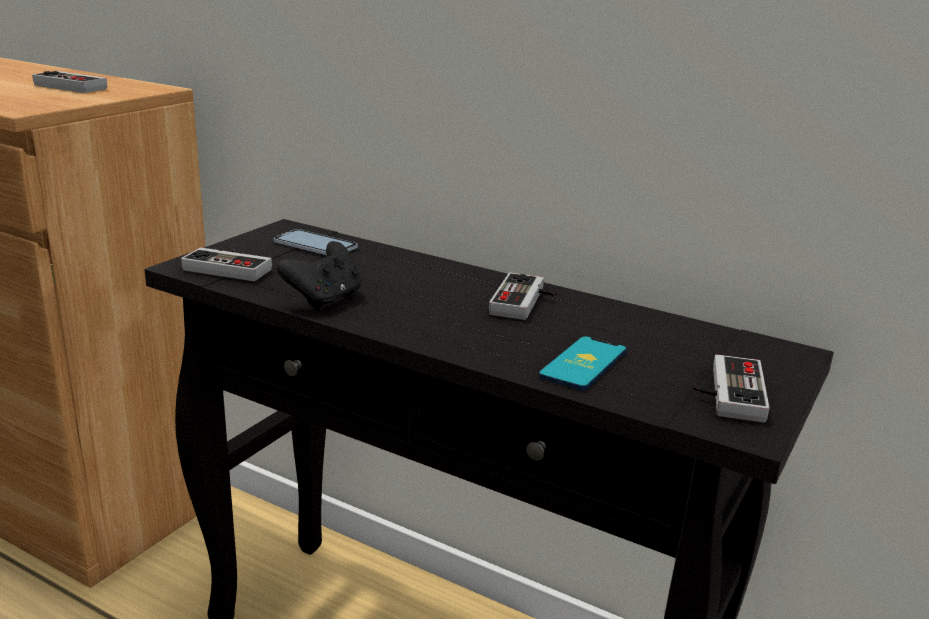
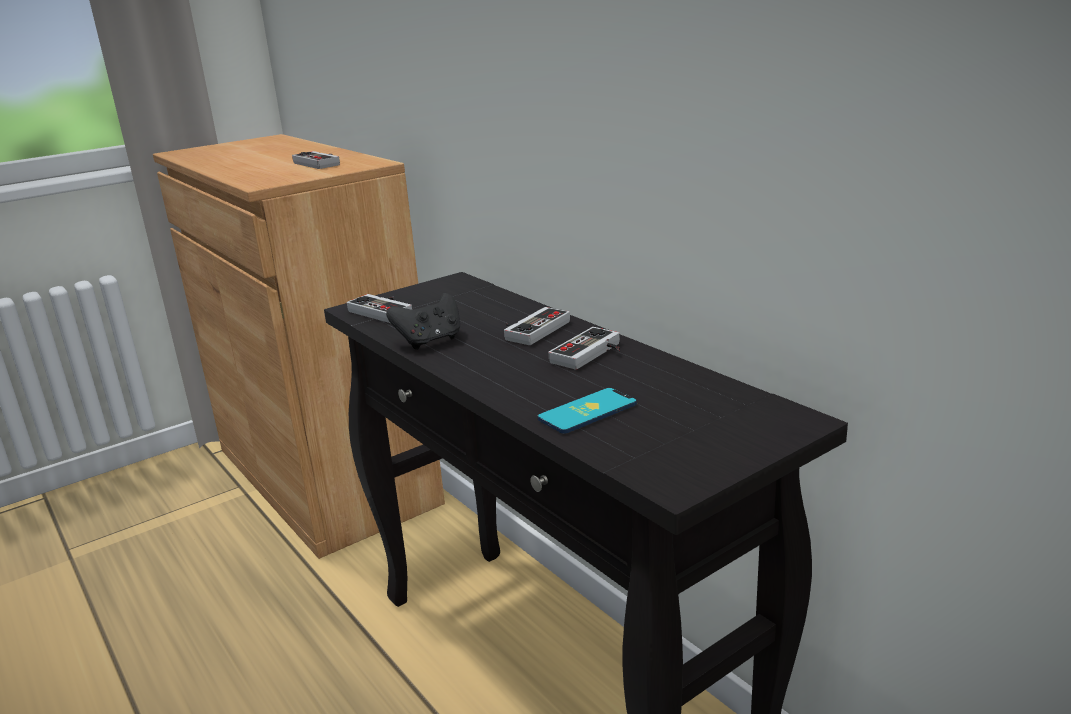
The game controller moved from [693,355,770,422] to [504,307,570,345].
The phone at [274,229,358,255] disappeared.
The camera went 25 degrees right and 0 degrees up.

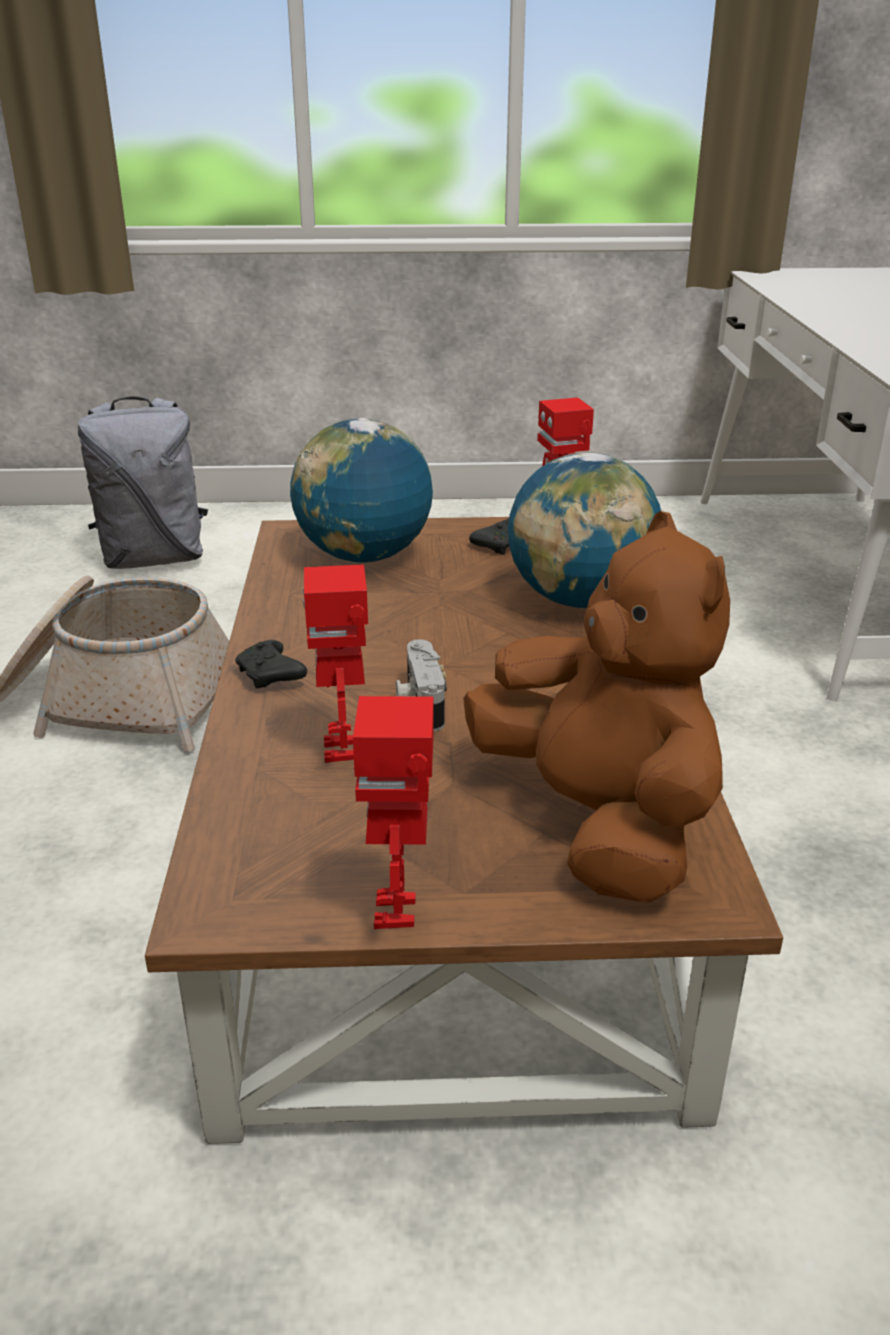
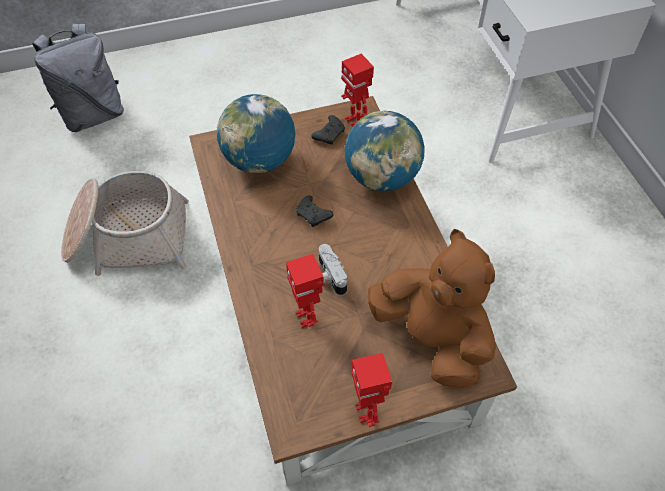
The black game controller moved from [235,640,307,688] to [296,196,334,227].
The camera went 15 degrees left and 25 degrees up.

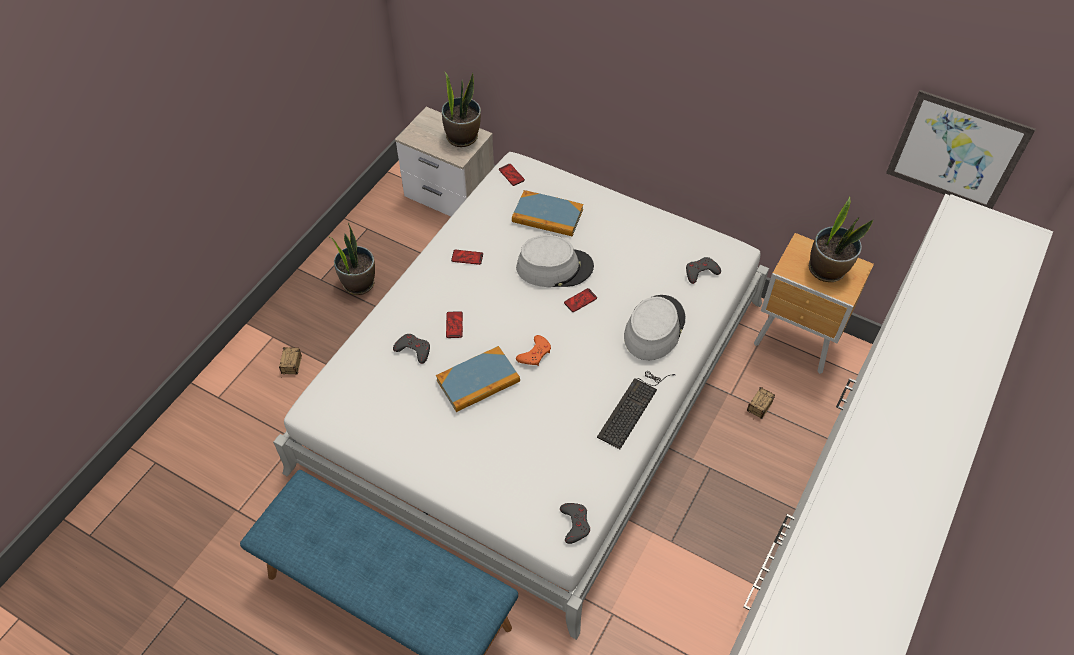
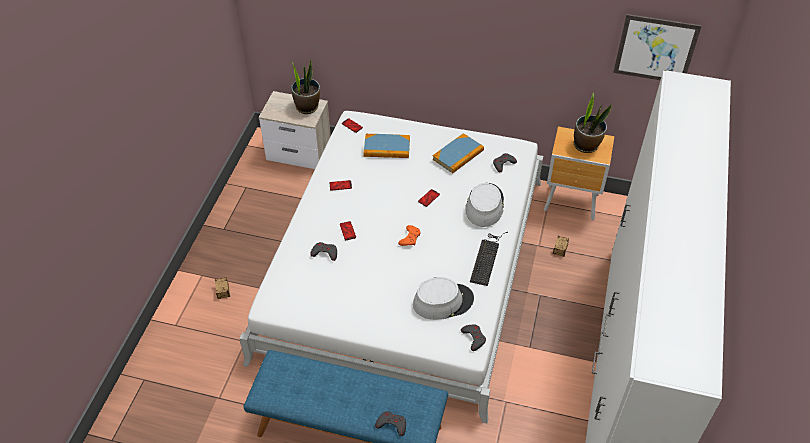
The grey game controller at [375,411,406,436] appeared.
The grey hat moved from [516,235,594,287] to [413,277,474,320].
The book moved from [436,346,520,412] to [432,133,484,173].
The potted plant at [328,223,375,295] disappeared.
The camera went 15 degrees left and 5 degrees down.

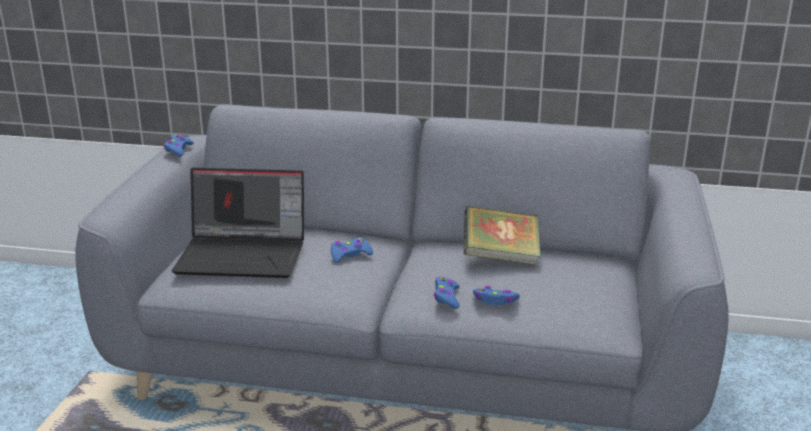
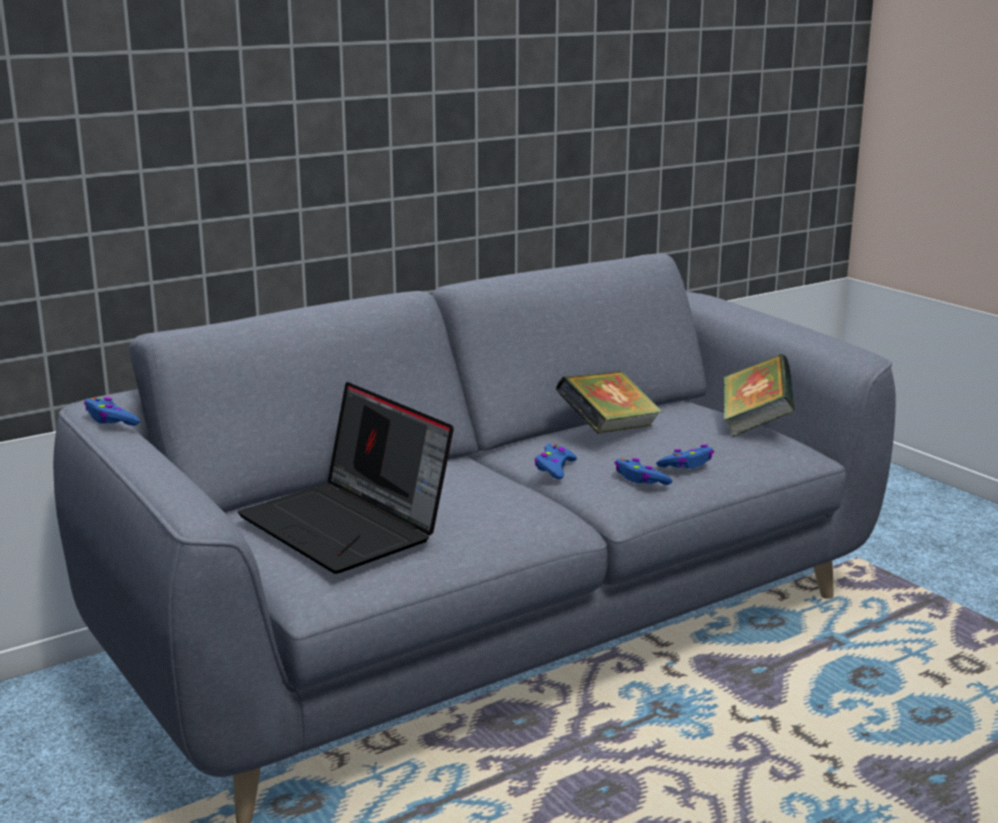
The laptop at [172,168,304,278] turned 90 degrees clockwise.
The blue game controller moved from [331,237,373,263] to [534,443,577,479].
The book at [724,354,795,436] appeared.
The camera went 45 degrees left and 5 degrees down.

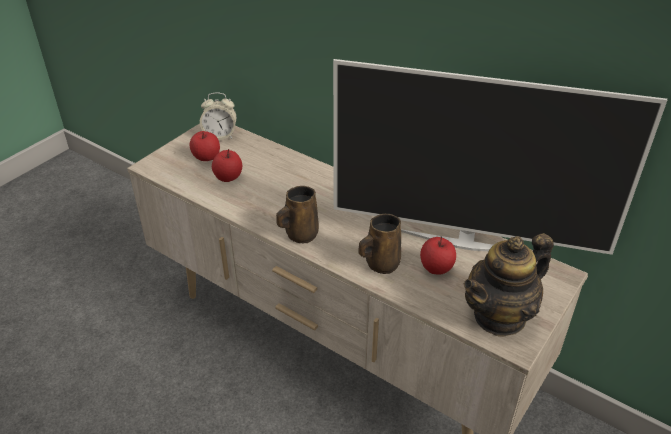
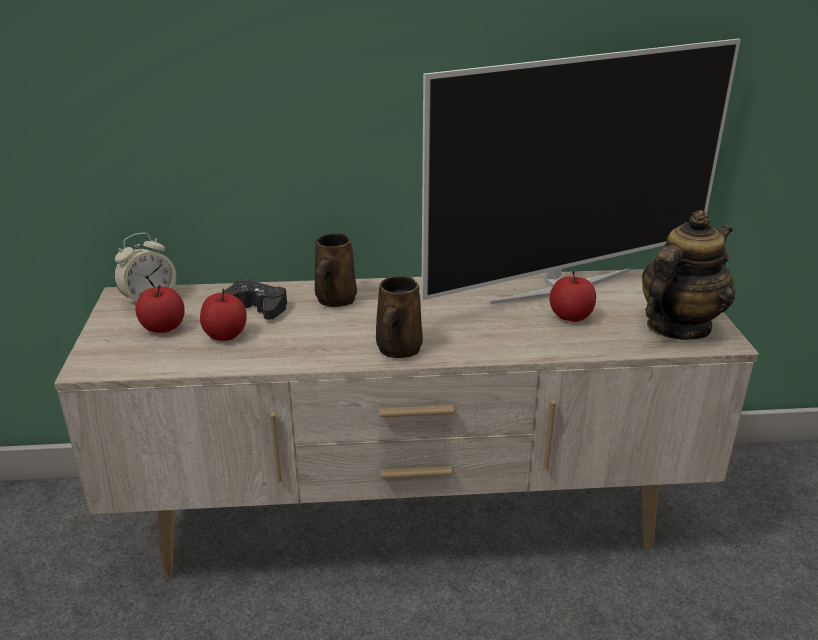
The black game controller at [221,278,288,320] appeared.
The brown mug moved from [358,214,401,274] to [315,233,357,307].
The teapot at [464,233,554,337] turned 150 degrees counterclockwise.
The camera went 40 degrees left and 10 degrees down.

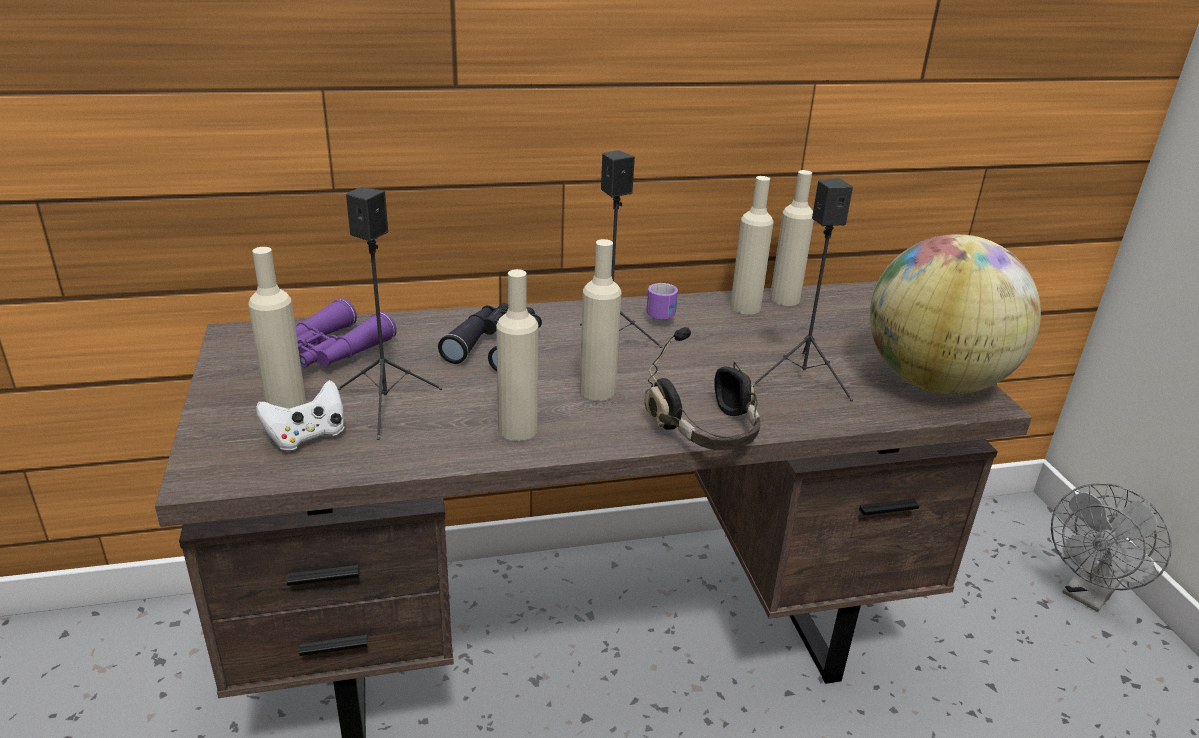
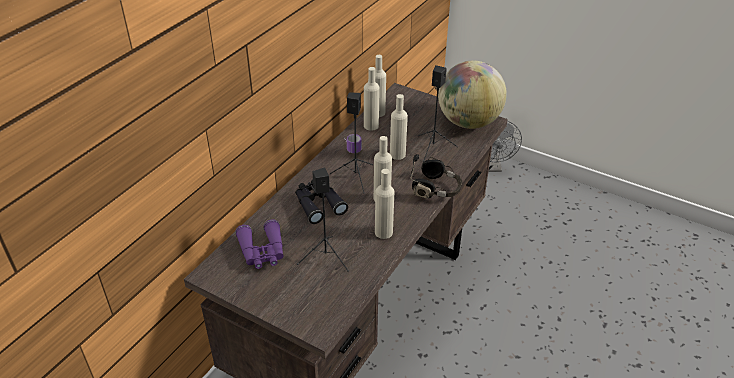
The beige bottle moved from [248,247,306,409] to [390,94,408,160].
The white game controller at [255,380,345,451] disappeared.
The camera went 45 degrees left and 10 degrees up.

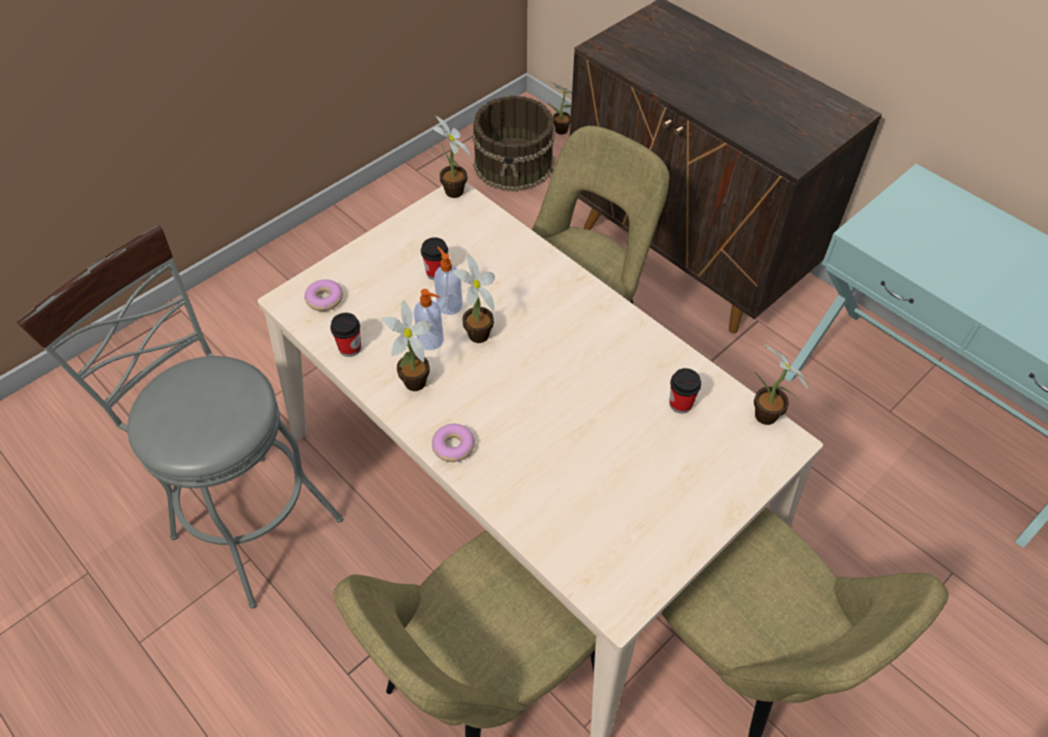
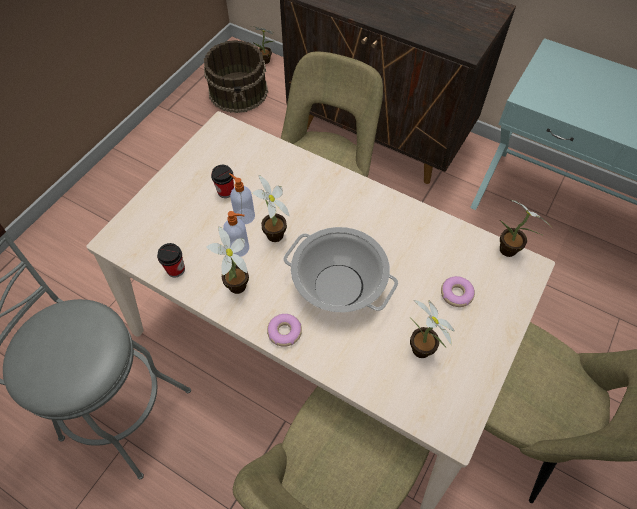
The cooking pot at [284,227,398,313] appeared.
The potted plant moved from [433,115,472,198] to [410,300,455,358].
The donut moved from [304,279,343,311] to [441,276,475,307].
The cup at [669,368,701,413] disappeared.
The camera went 15 degrees left and 5 degrees up.

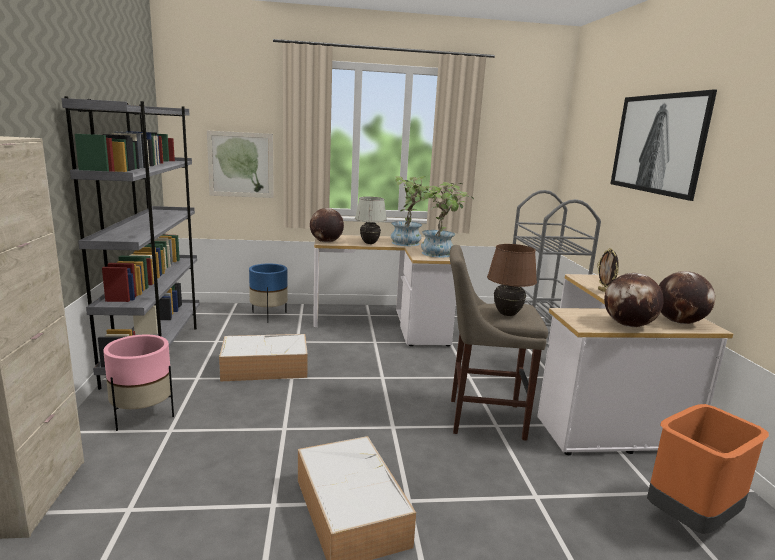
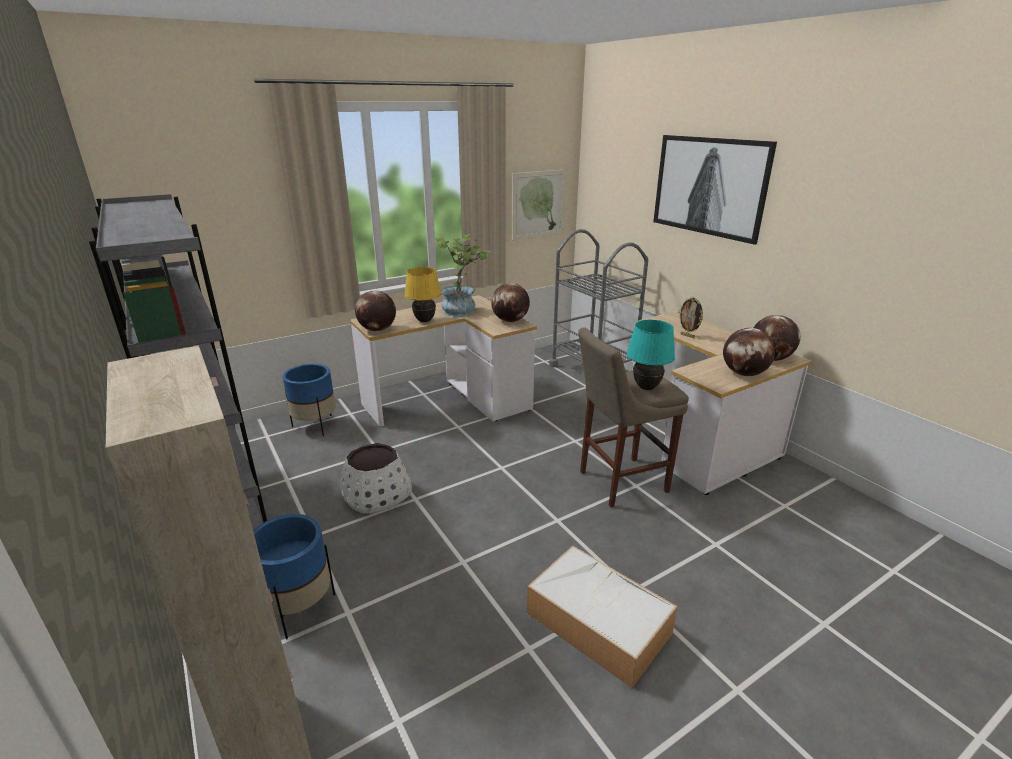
The pink planter at [103,335,174,431] became the blue planter at [253,514,335,639].
The storage box at [219,334,308,382] was replaced by the white planter at [340,443,412,514].
The white table lamp at [355,197,387,244] became the yellow table lamp at [404,267,441,322].
The potted plant at [421,182,474,257] was replaced by the globe at [491,283,530,322].
The picture moved from [207,131,274,198] to [512,169,566,241].
The brown table lamp at [487,244,537,316] became the turquoise table lamp at [626,320,675,390].
The orange trash can at [647,404,769,534] disappeared.
The camera went 25 degrees left and 10 degrees up.

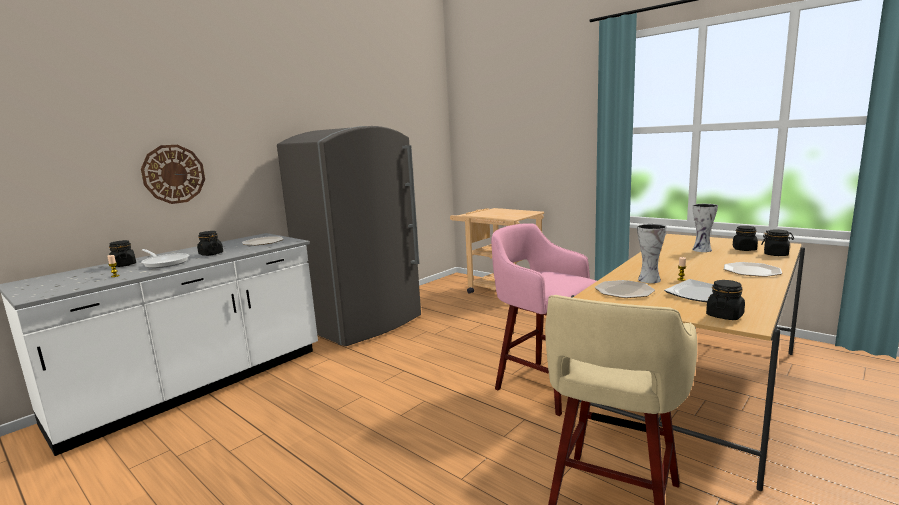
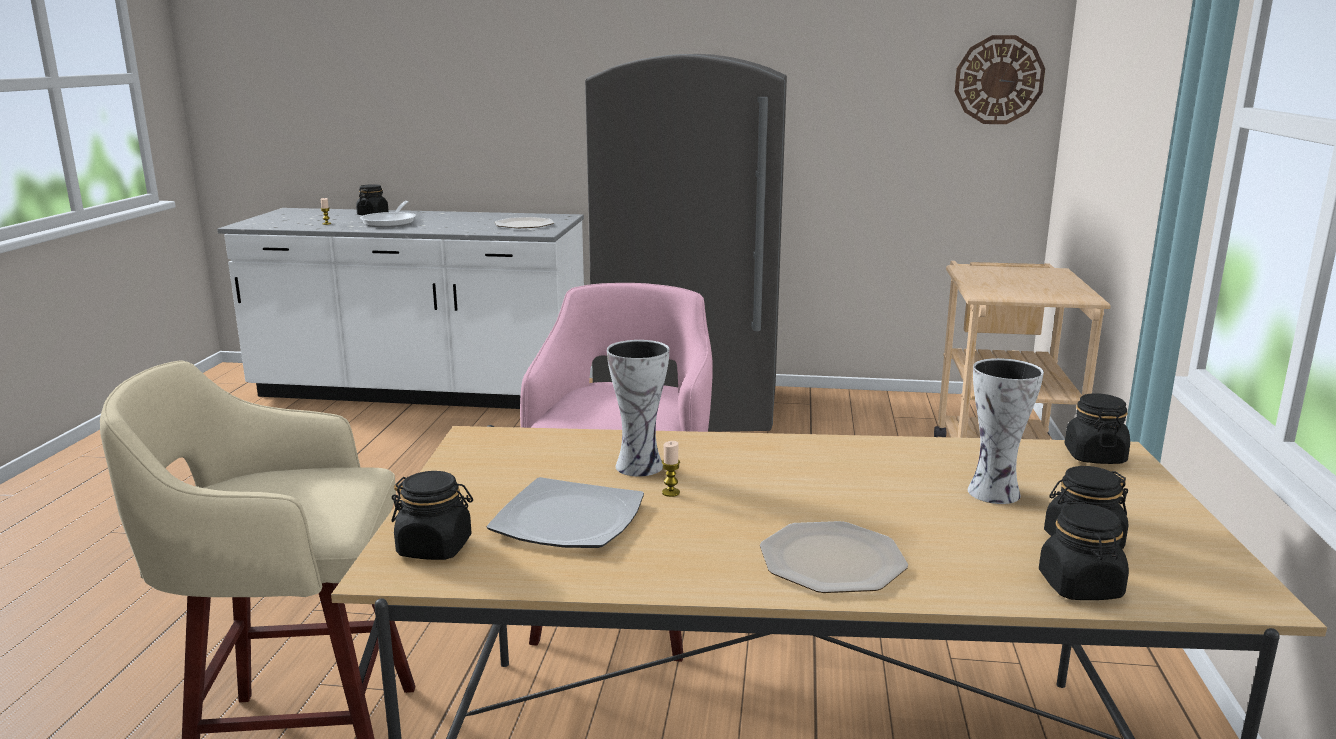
The wall clock moved from [141,145,205,204] to [955,35,1045,124].
The black jar moved from [197,231,223,256] to [1065,393,1130,464].
The plate at [595,280,655,298] disappeared.
The camera went 55 degrees right and 5 degrees up.

